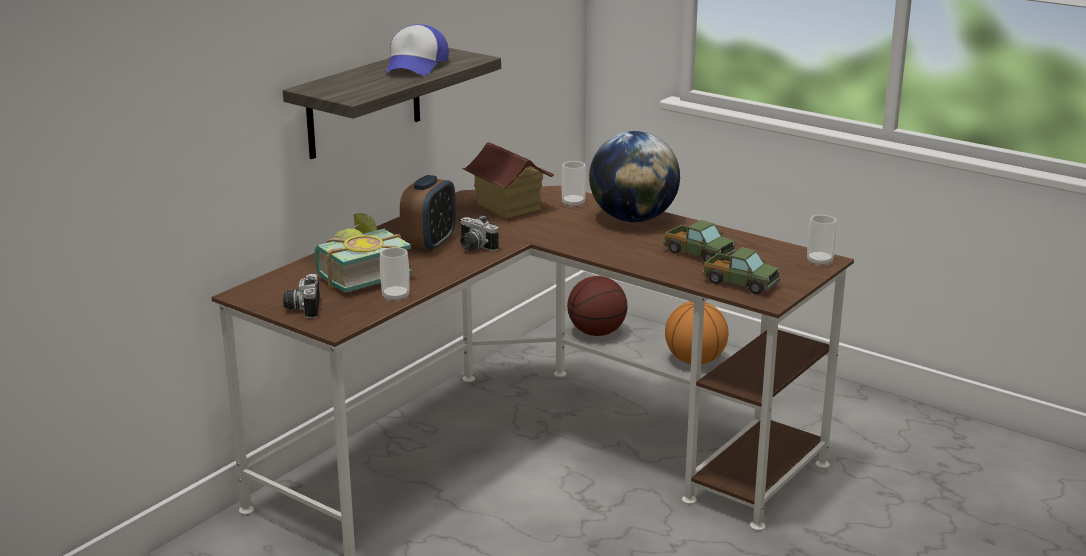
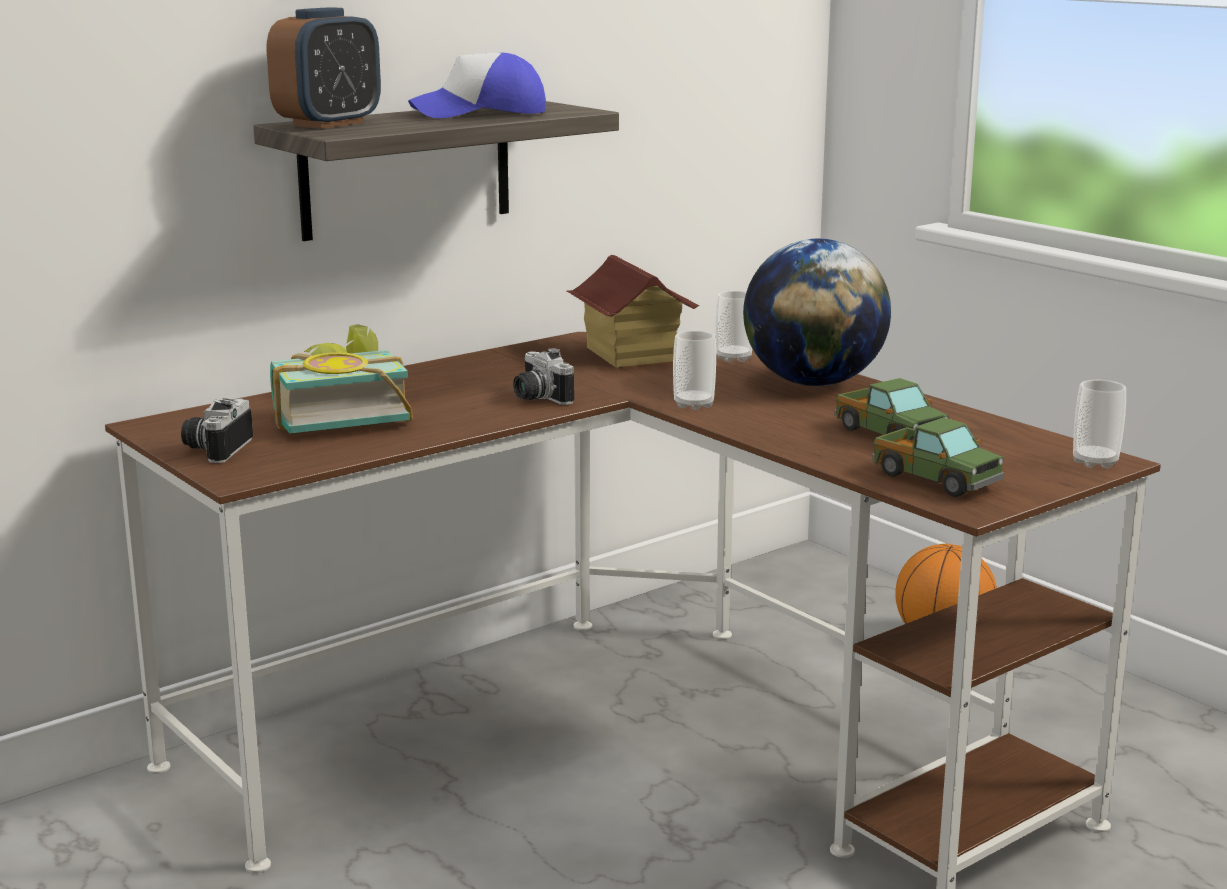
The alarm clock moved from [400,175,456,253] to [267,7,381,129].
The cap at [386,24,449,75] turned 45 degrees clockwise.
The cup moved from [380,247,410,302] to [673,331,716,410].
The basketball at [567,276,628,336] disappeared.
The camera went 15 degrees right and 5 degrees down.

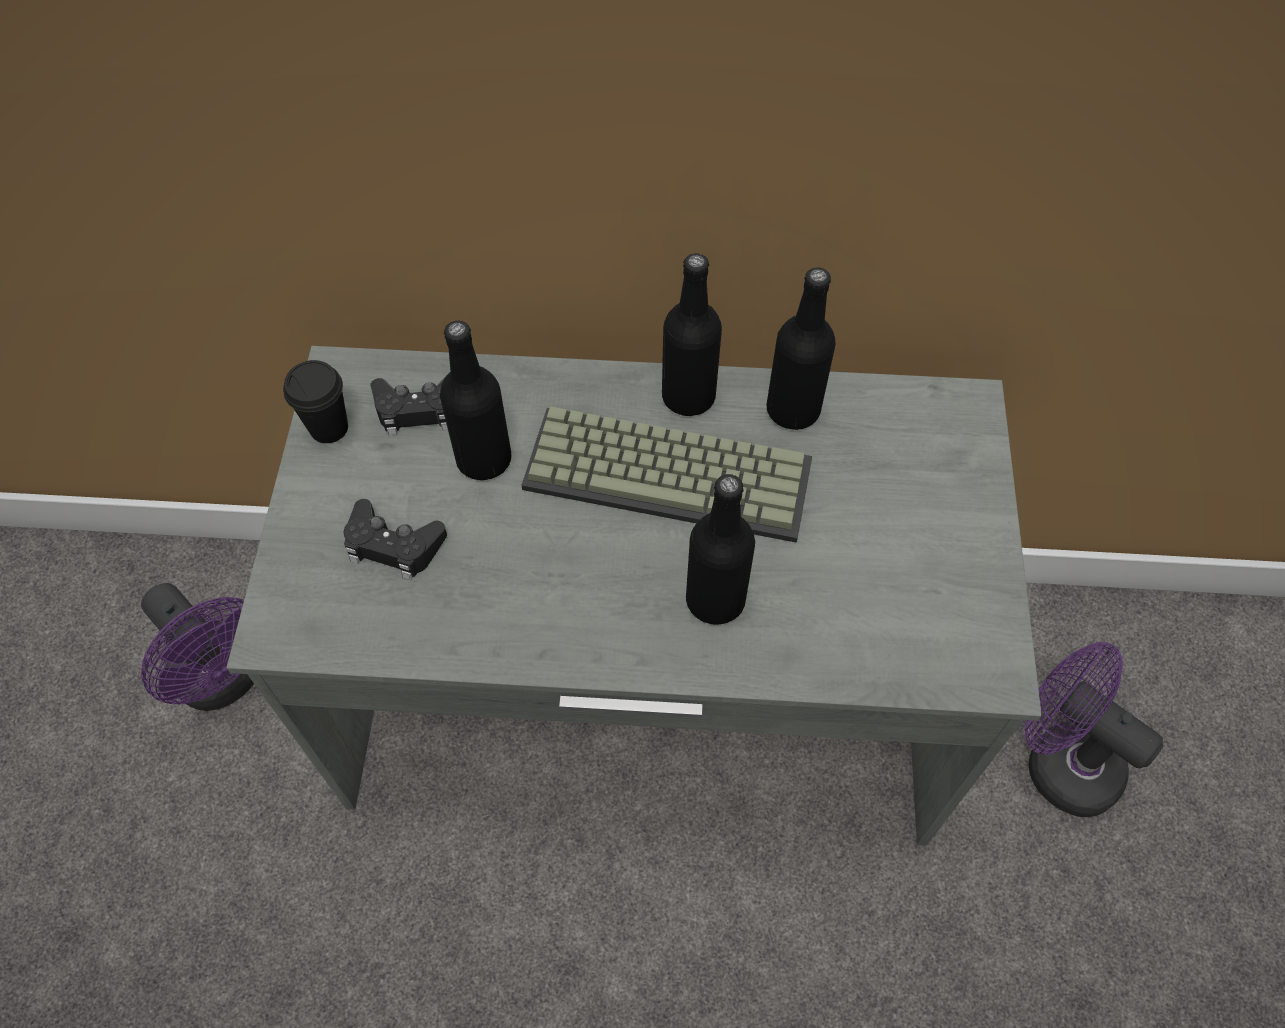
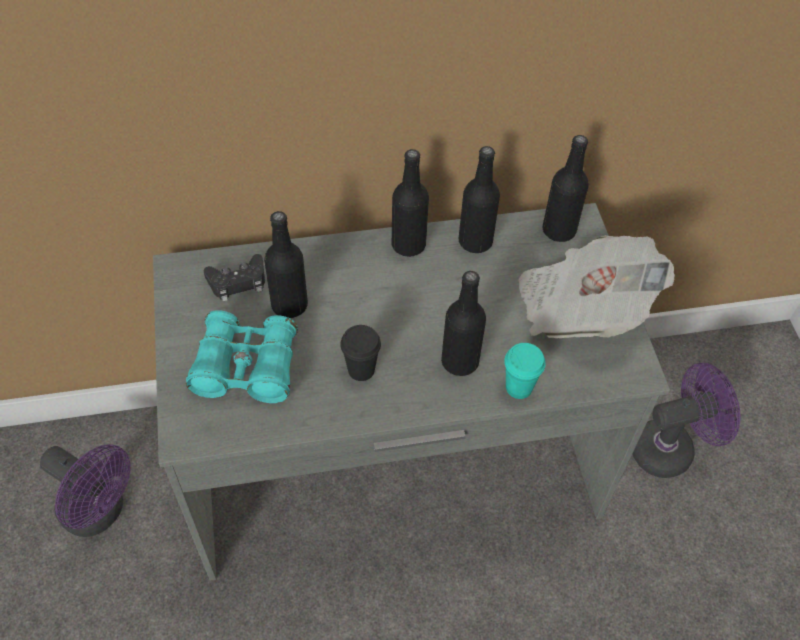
The black game controller at [344,499,447,580] was replaced by the turquoise binoculars at [186,310,298,403].
The black cup moved from [283,360,348,443] to [340,325,381,381].
The turquoise cup at [504,343,545,399] appeared.
The newspaper at [518,235,675,338] appeared.
The black bottle at [543,135,589,242] appeared.
The purple fan at [1025,642,1163,817] turned 135 degrees clockwise.
The keyboard at [521,407,812,543] disappeared.
The camera went 15 degrees left and 5 degrees down.

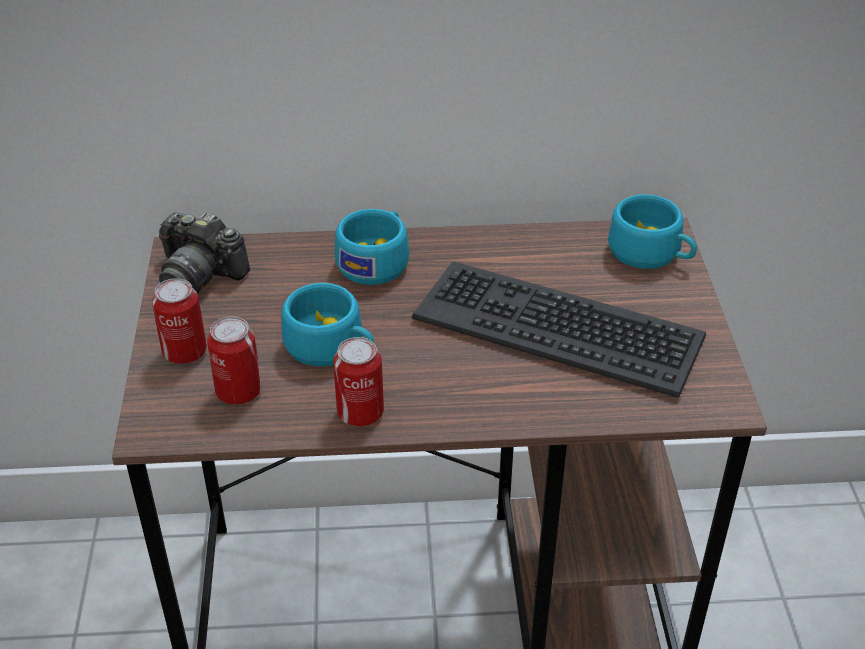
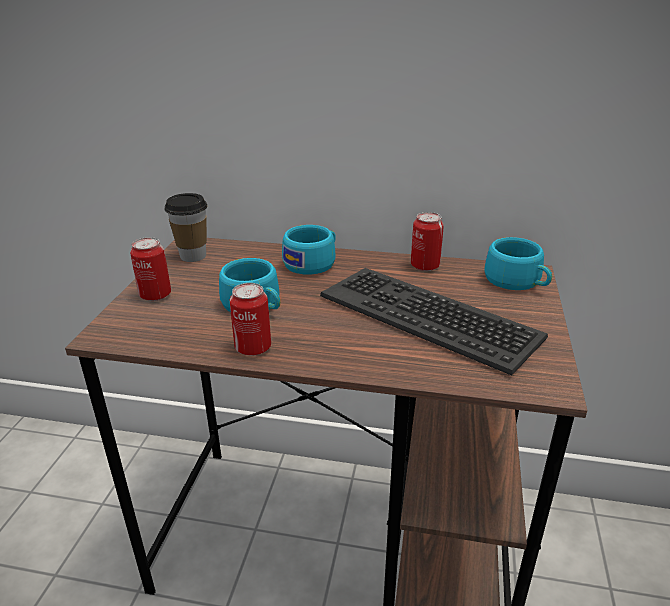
The photo camera at [159,212,250,293] was replaced by the cup at [165,193,207,262].
The can moved from [207,316,261,405] to [411,212,444,271].
The camera went 15 degrees right and 10 degrees down.

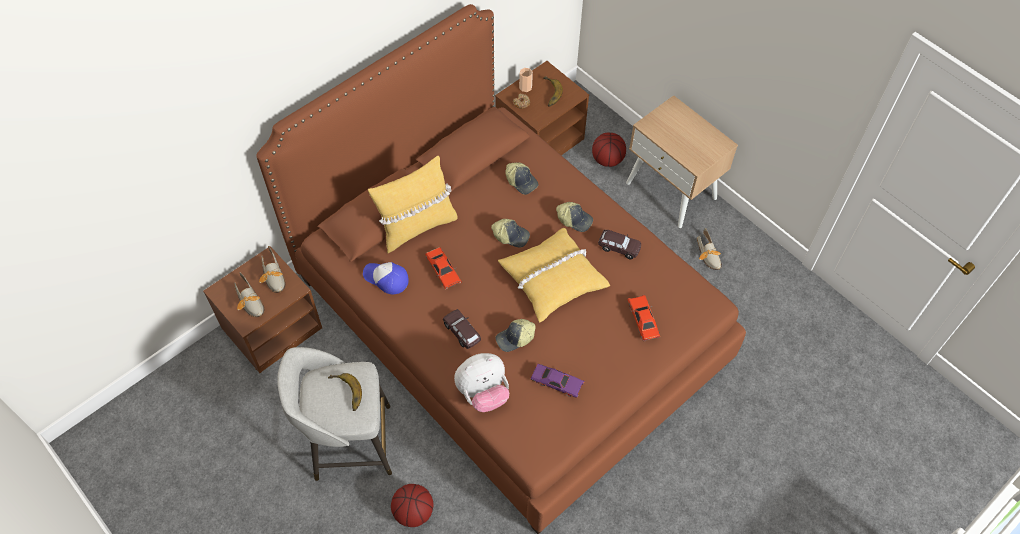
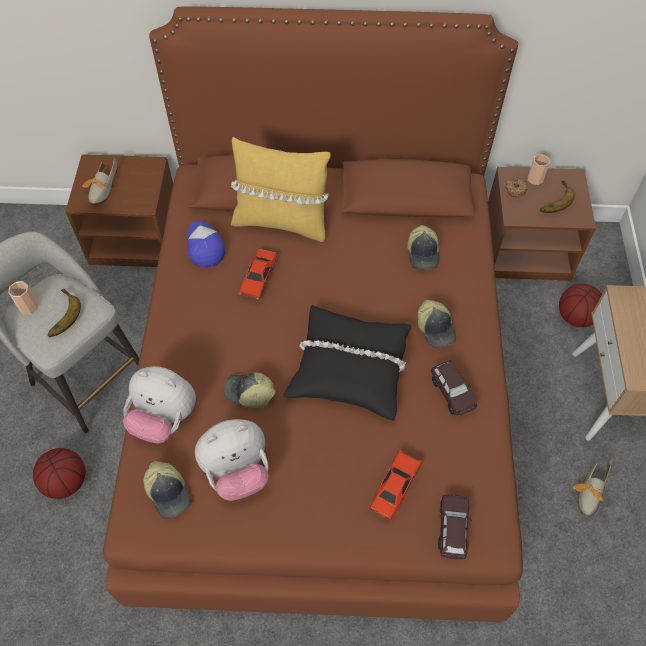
The cup at [8,281,38,315] appeared.
The cap moved from [491,219,530,248] to [143,461,191,519].
The purple toy car at [530,364,584,398] was replaced by the plush toy at [195,419,268,501].
The yellow pillow at [498,228,610,322] became the black pillow at [283,305,411,421].
The brown toy car moved from [443,309,481,349] to [438,495,472,559].
The shoe at [259,246,286,293] disappeared.
The camera went 45 degrees right and 0 degrees up.

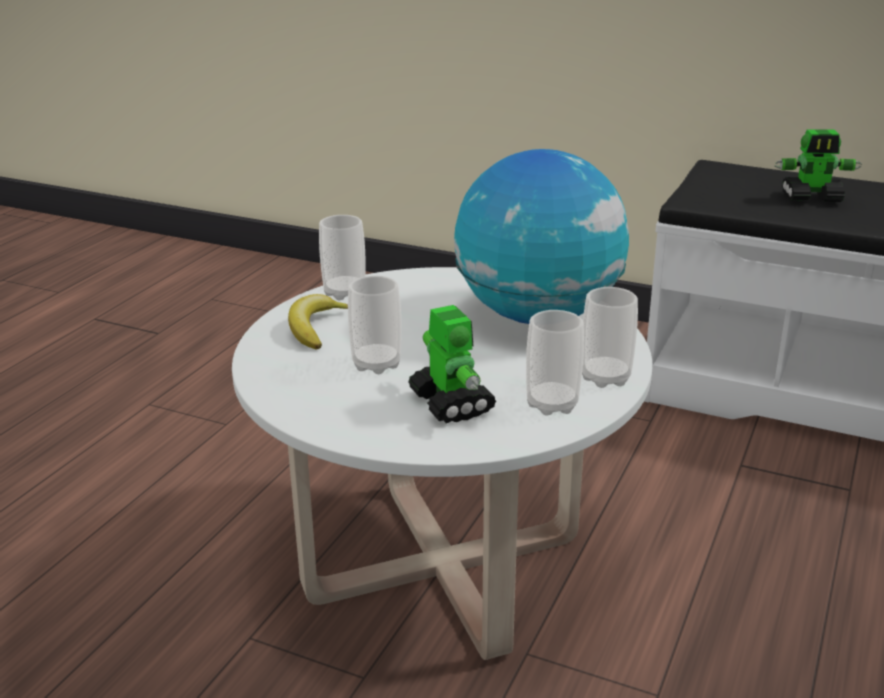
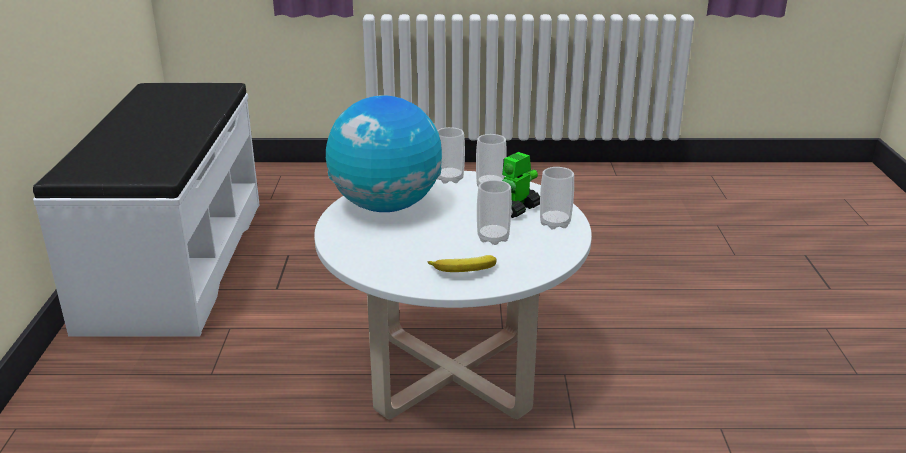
The cup moved from [319,215,366,300] to [540,167,574,230].
The toy robot at [774,129,862,202] disappeared.
The camera went 115 degrees left and 0 degrees up.

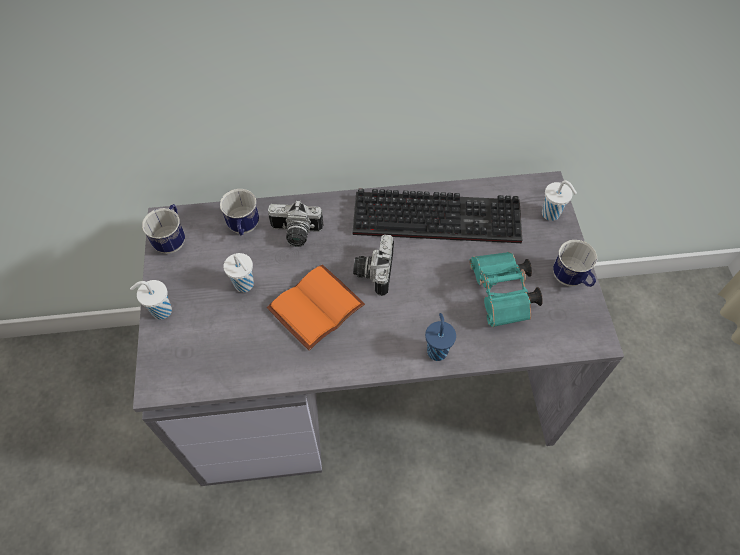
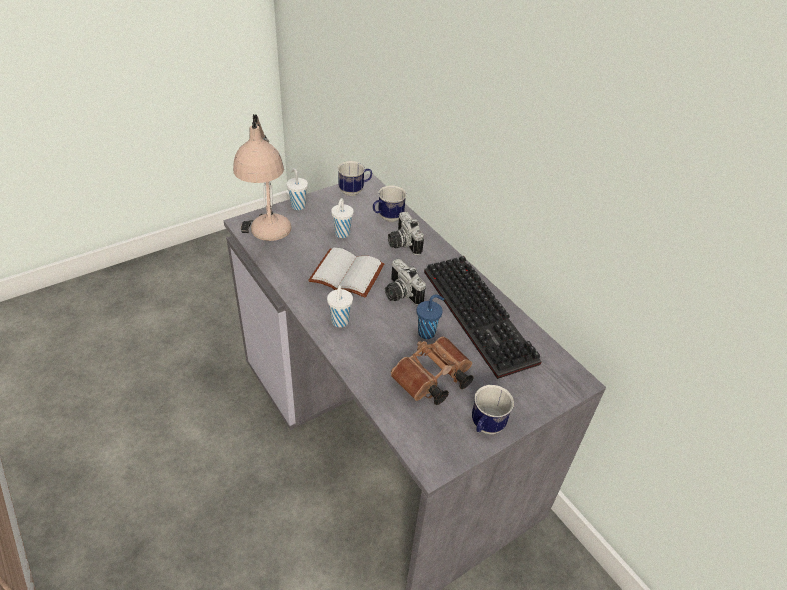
The beige table lamp at [233,114,292,241] appeared.
The orange book at [267,264,365,351] became the white book at [308,248,384,298].
The white cup moved from [542,180,577,221] to [327,285,353,327].
The photo camera at [353,234,394,296] turned 105 degrees counterclockwise.
The turquoise binoculars at [469,252,543,327] became the brown binoculars at [391,337,473,405].
The blue cup moved from [425,313,456,361] to [417,294,444,339].
The camera went 60 degrees right and 15 degrees down.

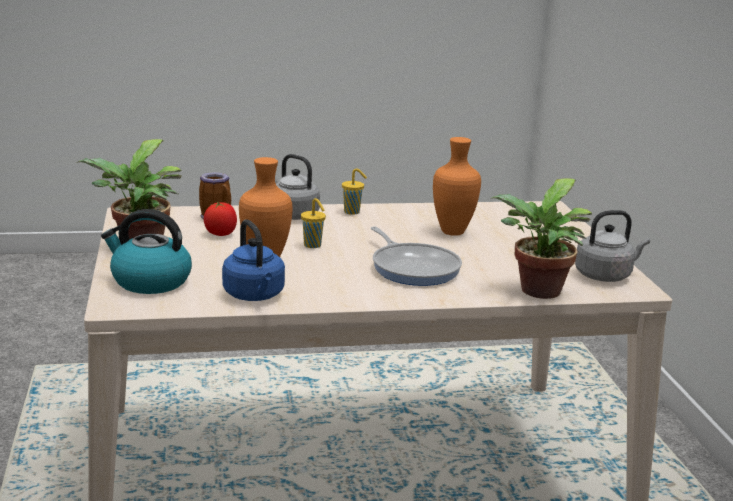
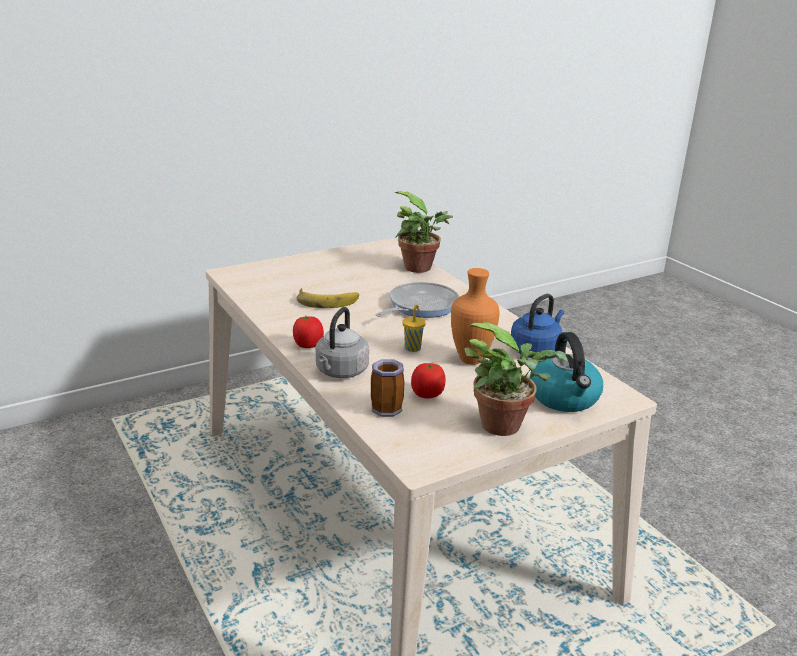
The yellow cup at [342,169,367,215] was replaced by the tomato at [293,315,324,348].
The orange vase at [433,137,481,236] was replaced by the banana at [297,288,359,308].
The grey kettle at [575,210,650,282] disappeared.
The camera went 110 degrees left and 5 degrees up.

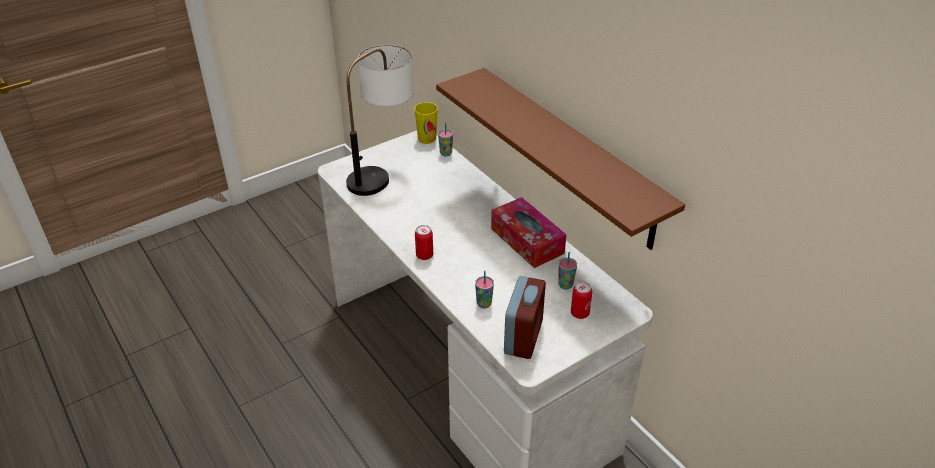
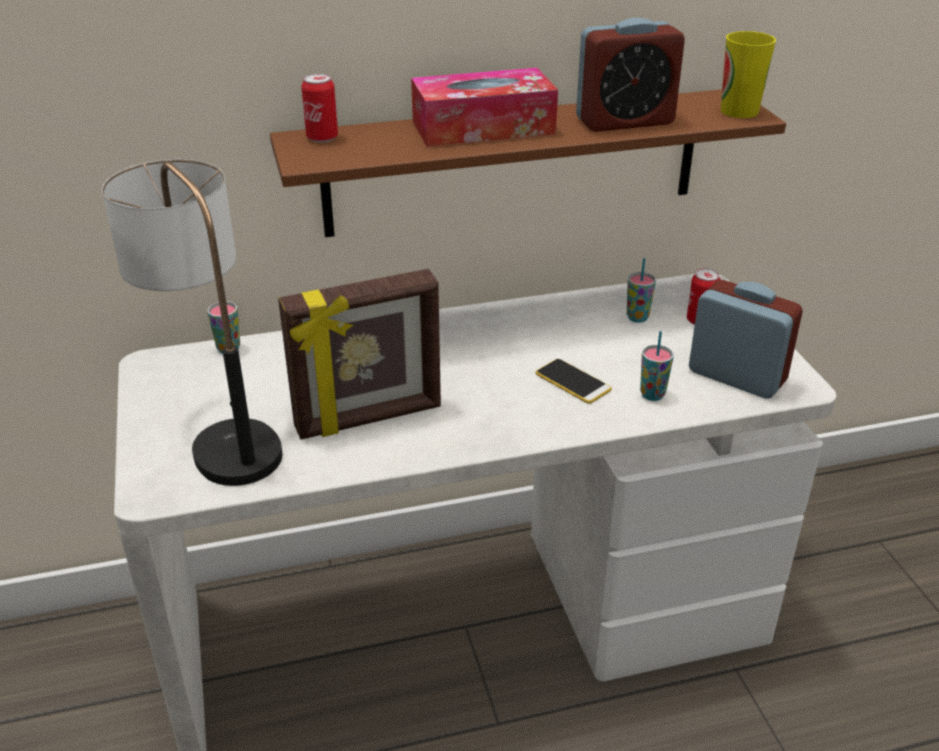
The picture frame at [278,269,441,440] appeared.
The can moved from [415,225,433,260] to [301,73,338,143].
The tissue box moved from [491,197,567,268] to [411,68,558,147].
The phone at [536,359,612,404] appeared.
The alarm clock at [576,18,685,132] appeared.
The cup moved from [414,102,438,144] to [721,31,776,118].
The camera went 70 degrees left and 5 degrees down.

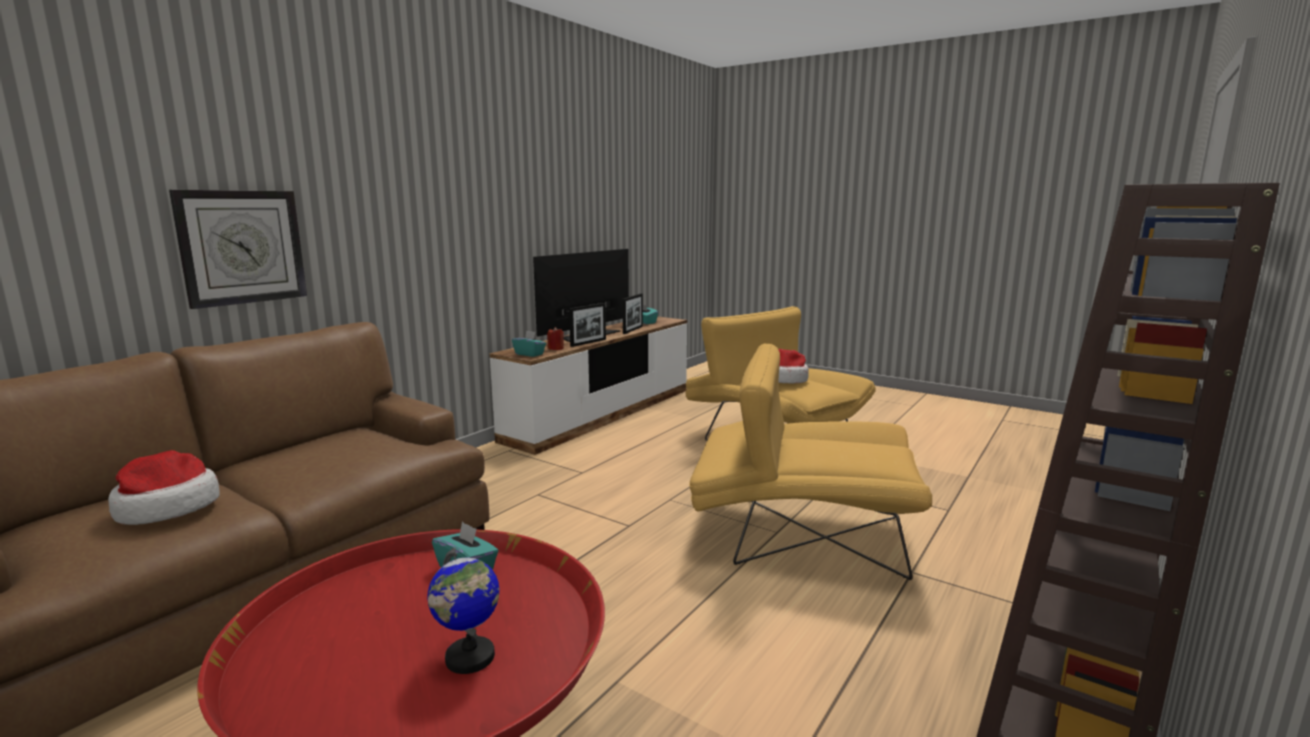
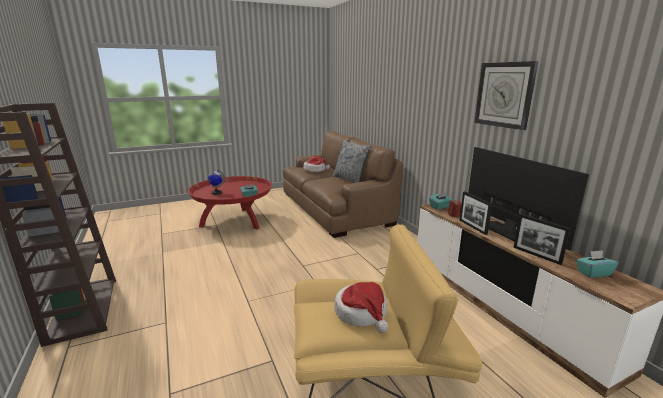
The pillow at [332,140,371,183] appeared.
The wall clock moved from [169,190,307,309] to [474,61,538,130].
The yellow armchair at [689,344,932,580] disappeared.
The camera went 120 degrees right and 5 degrees up.

